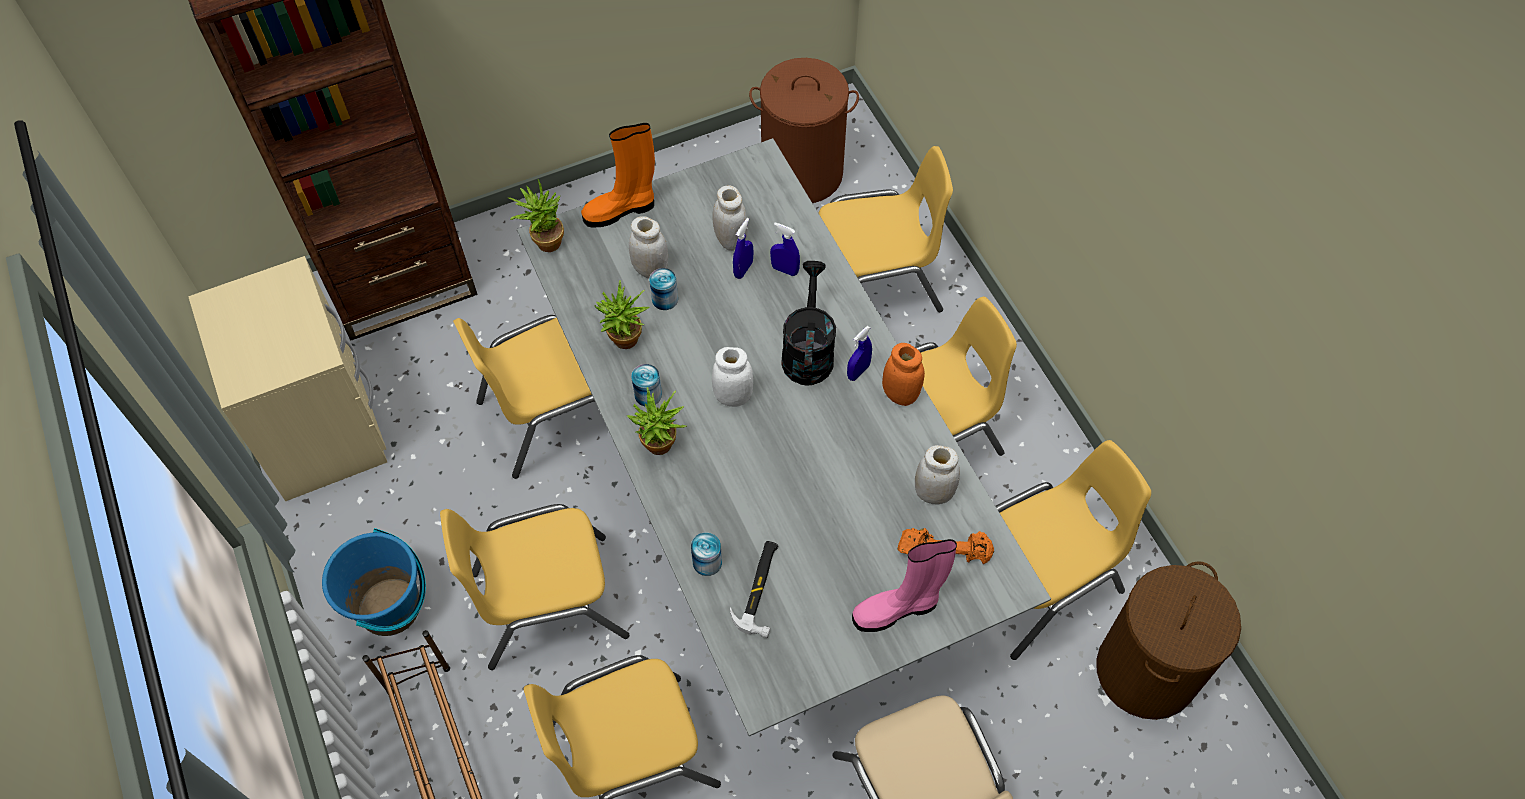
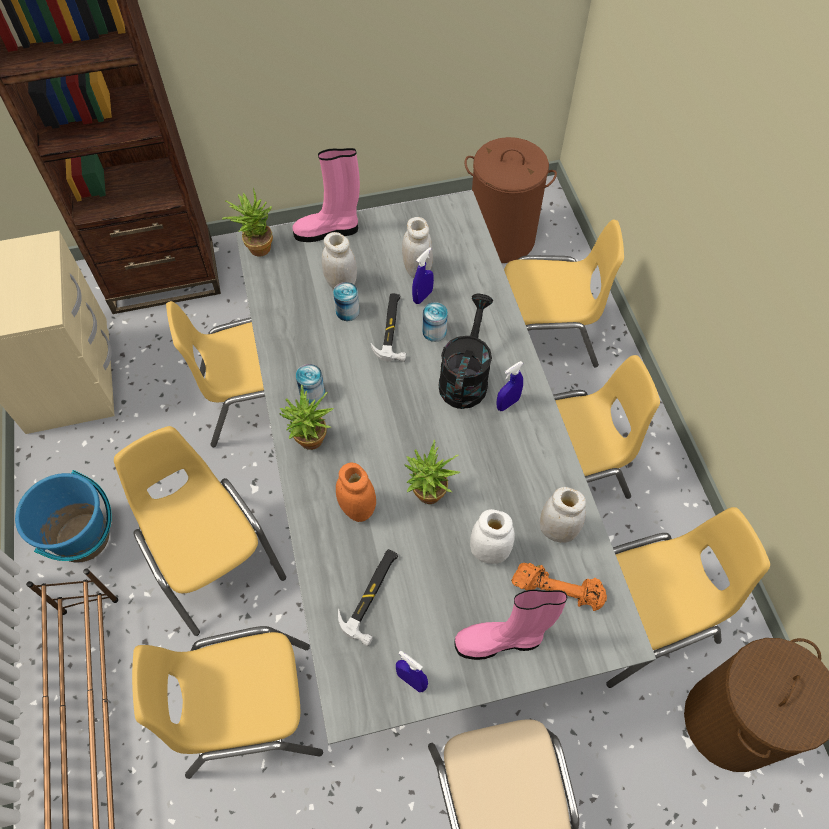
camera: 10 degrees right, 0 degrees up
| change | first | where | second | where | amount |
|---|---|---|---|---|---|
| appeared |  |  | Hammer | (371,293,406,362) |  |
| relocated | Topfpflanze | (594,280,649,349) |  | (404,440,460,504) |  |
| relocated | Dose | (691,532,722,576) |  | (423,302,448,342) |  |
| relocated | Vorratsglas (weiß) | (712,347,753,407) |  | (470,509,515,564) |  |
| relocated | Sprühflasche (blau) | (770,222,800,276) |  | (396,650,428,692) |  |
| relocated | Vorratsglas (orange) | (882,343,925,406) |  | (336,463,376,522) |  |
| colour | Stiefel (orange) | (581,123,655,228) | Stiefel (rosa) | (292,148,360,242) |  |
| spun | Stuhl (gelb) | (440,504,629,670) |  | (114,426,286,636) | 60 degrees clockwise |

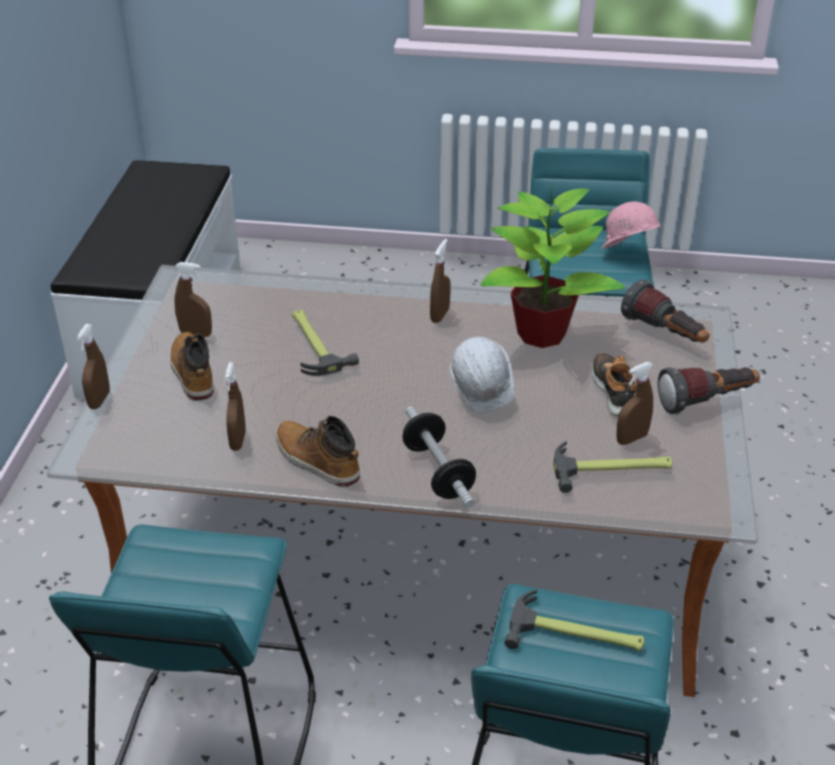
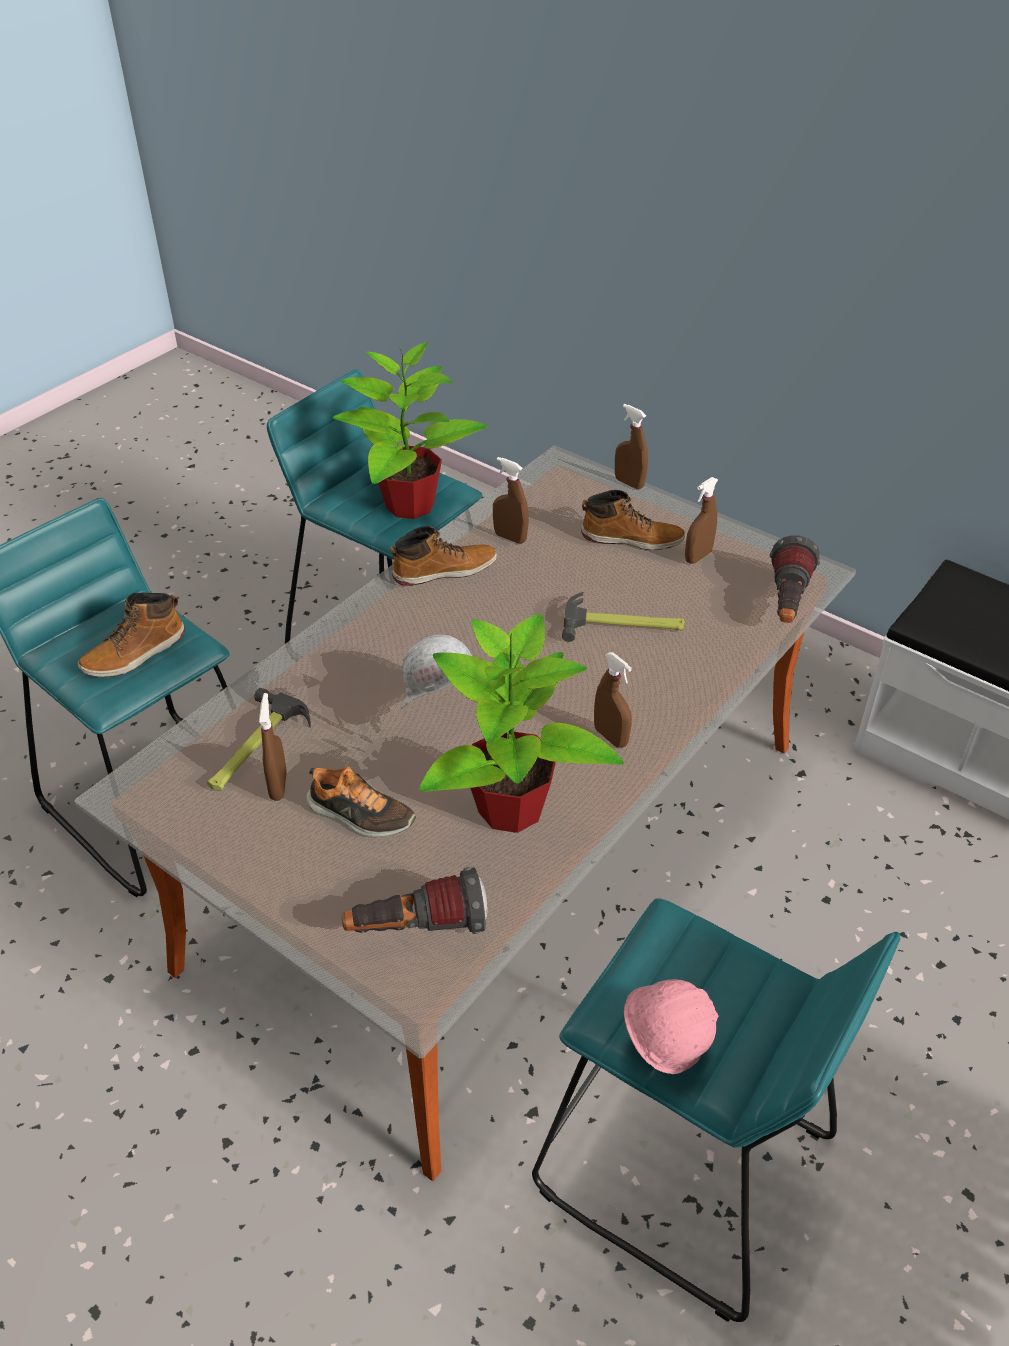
camera: 120 degrees right, 5 degrees up
| change | first | where | second | where | amount |
|---|---|---|---|---|---|
| missing | Hantel | (402,407,476,508) |  |  |  |
| appeared |  |  | Topfpflanze | (332,342,488,519) |  |
| relocated | Taschenlampe | (658,367,760,415) |  | (770,535,820,623) |  |
| exchanged | Hammer | (504,590,645,651) | Stiefel | (78,593,185,677) |  |

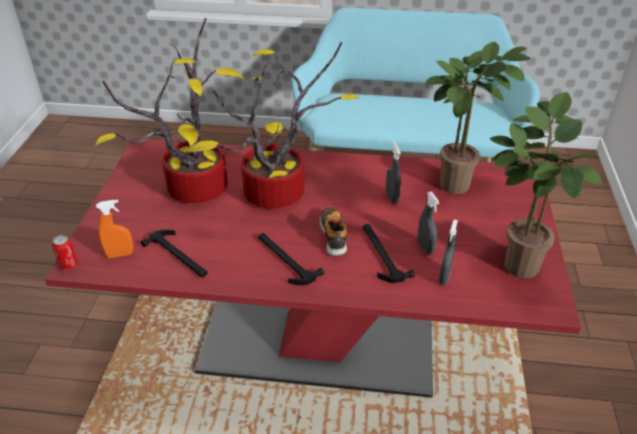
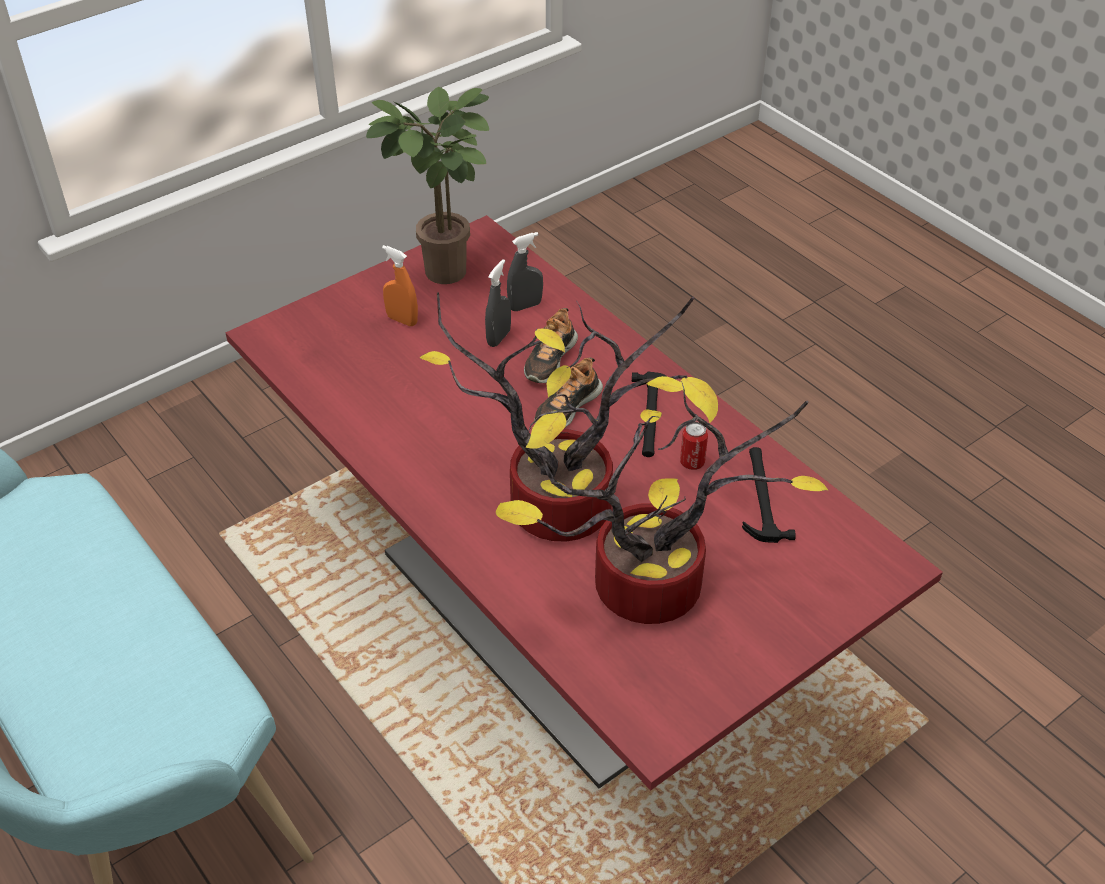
camera: 135 degrees left, 5 degrees up
| change | first | where | second | where | amount |
|---|---|---|---|---|---|
| missing | Sprühflasche (grau) | (386,141,401,204) |  |  |  |
| missing | Topfpflanze | (425,42,531,194) |  |  |  |
| relocated | Dose | (52,235,78,270) |  | (680,422,708,470) |  |
| relocated | Sprühflasche (orange) | (96,200,133,258) |  | (382,245,418,326) |  |
| exchanged | Hammer | (363,224,415,283) | Schuh | (524,308,578,383) |  |

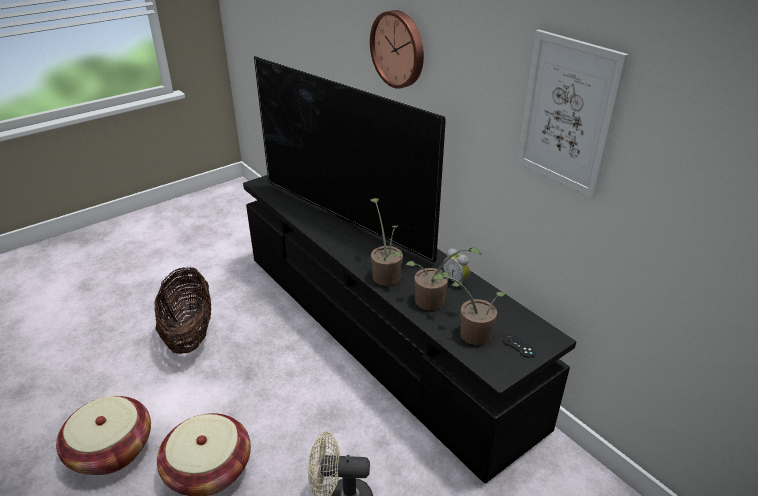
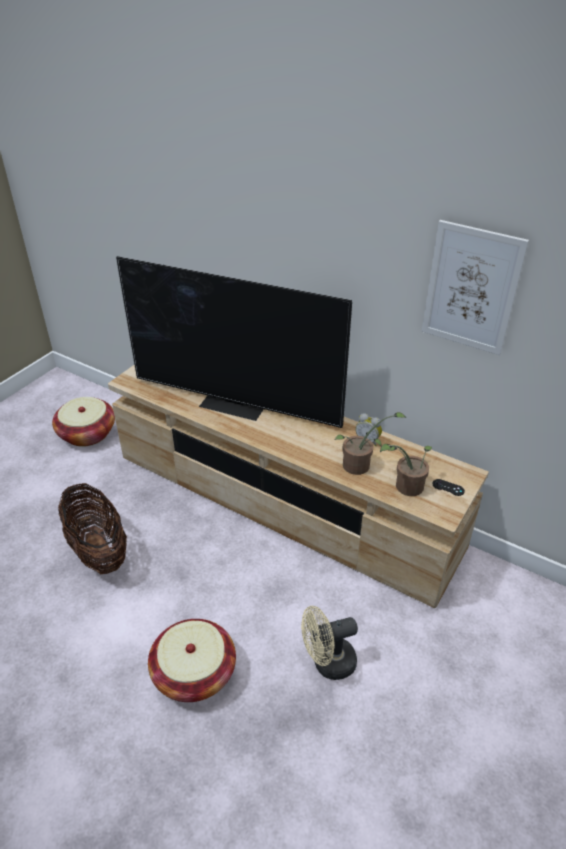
camera: 20 degrees left, 5 degrees up
| change | first | where | second | where | amount |
|---|---|---|---|---|---|
| missing | Wanduhr | (370,10,424,89) |  |  |  |
| missing | Topfpflanze | (370,198,403,286) |  |  |  |
| relocated | Korb | (56,396,151,475) |  | (52,397,115,447) |  |
| colour | Fernsehschrank (schwarz) | (243,175,577,483) | Fernsehschrank (beige) | (108,364,489,608) |  |

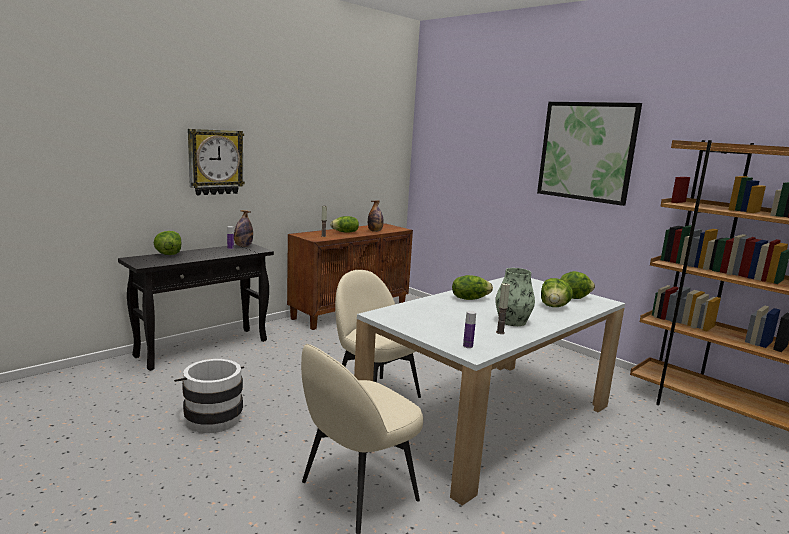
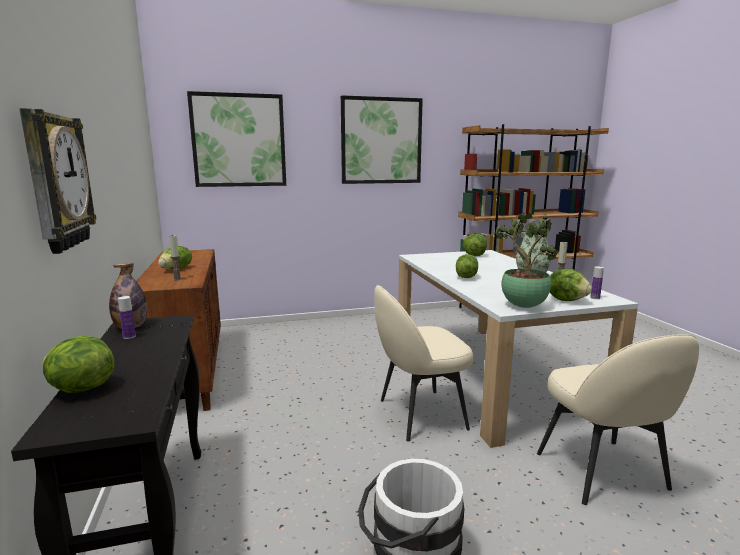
camera: 60 degrees left, 0 degrees up
| change | first | where | second | where | amount |
|---|---|---|---|---|---|
| missing | Flasche | (368,200,384,232) |  |  |  |
| appeared |  |  | Bild | (187,91,286,187) |  |
| appeared |  |  | Topfpflanze | (496,212,558,308) |  |
| relocated | Salatkopf | (541,278,573,307) |  | (550,269,592,301) |  |

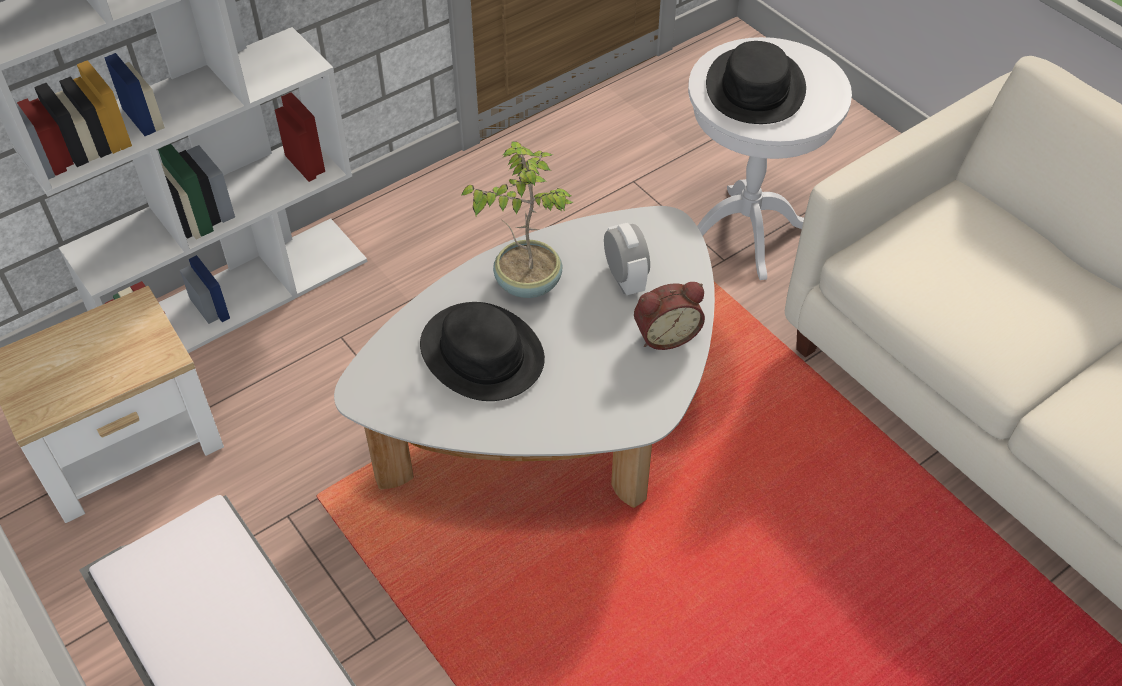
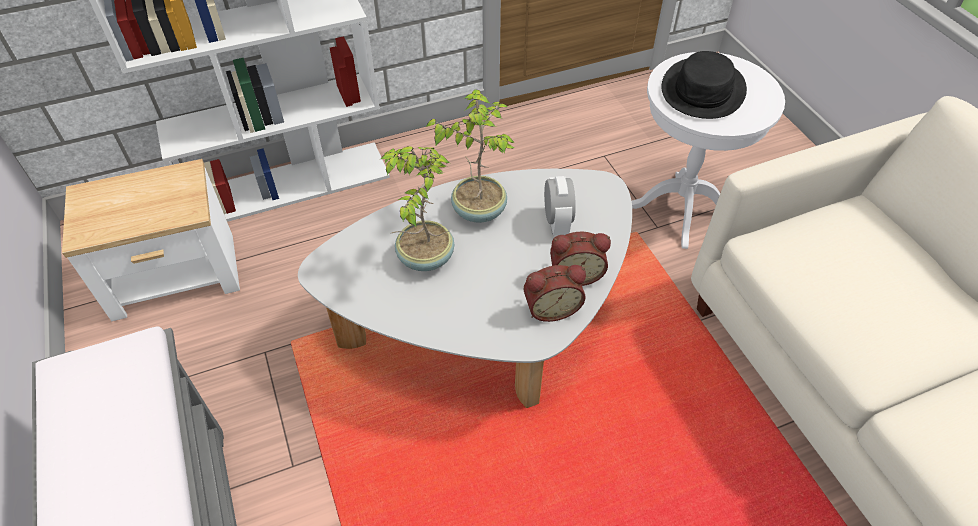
camera: 15 degrees right, 0 degrees up
| change | first | where | second | where | amount |
|---|---|---|---|---|---|
| appeared |  |  | Wecker | (524,265,586,322) |  |
| exchanged | Hut (schwarz) | (420,302,545,401) | Topfpflanze | (381,146,455,271) |  |

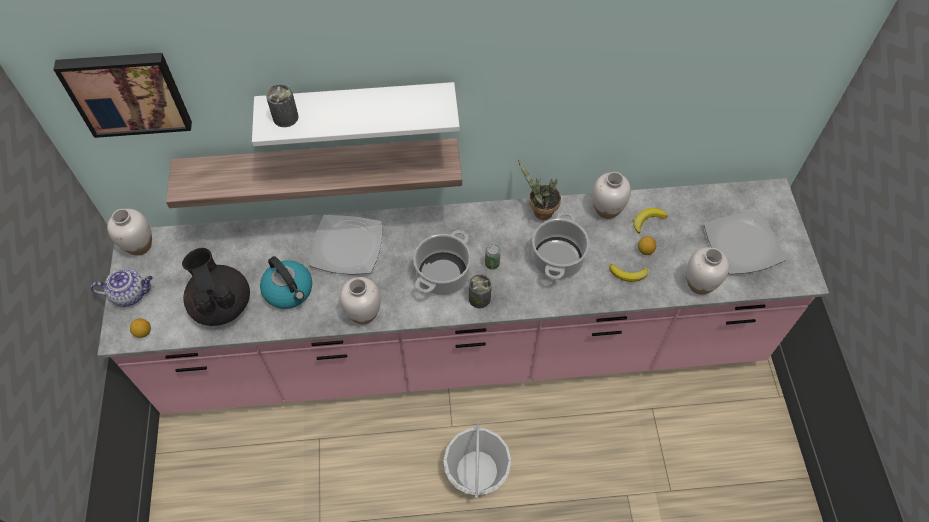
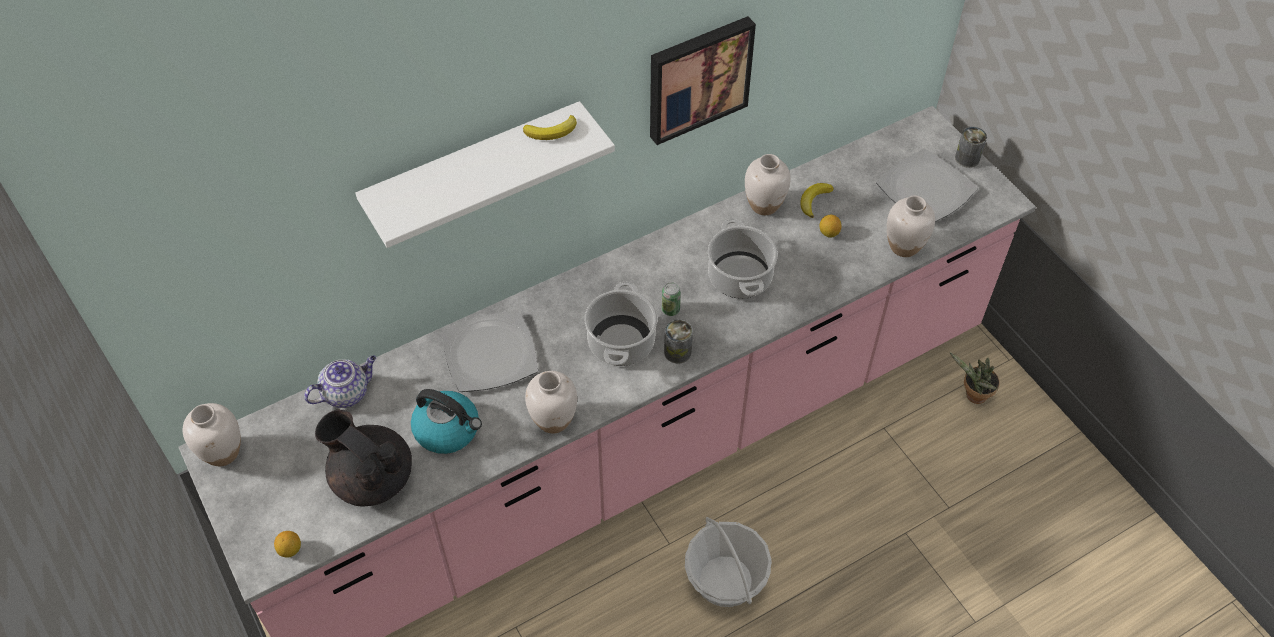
camera: 25 degrees left, 5 degrees down
| change | first | where | second | where | amount |
|---|---|---|---|---|---|
| missing | Wandregal | (166,138,462,208) |  |  |  |
| relocated | Bild | (53,53,192,138) |  | (650,16,756,145) |  |
| relocated | Teekanne | (90,269,153,307) |  | (304,356,376,408) |  |
| relocated | Dose | (266,84,299,127) |  | (955,126,987,168) |  |
| relocated | Topfpflanze | (518,159,561,220) |  | (950,353,1000,404) |  |
| relocated | Banane | (609,264,648,282) |  | (523,115,577,140) |  |

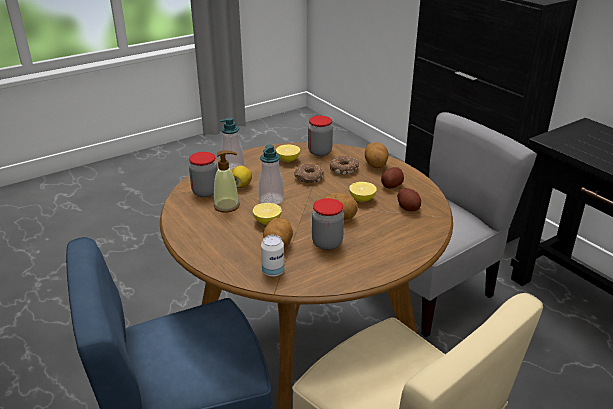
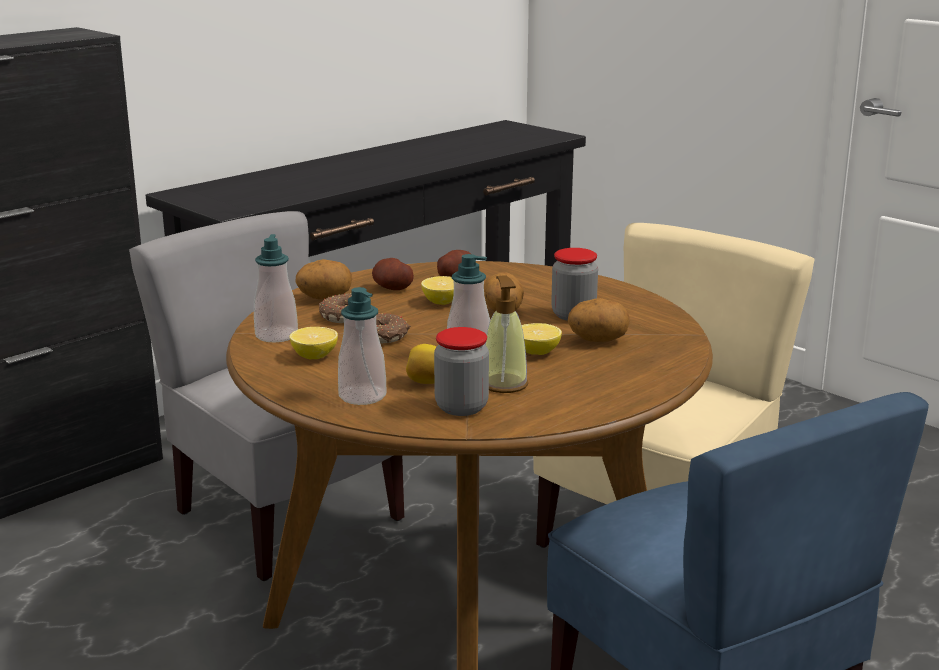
camera: 100 degrees left, 10 degrees down
| change | first | where | second | where | amount |
|---|---|---|---|---|---|
| missing | Dose | (261,235,284,277) |  |  |  |
| exchanged | Vorratsglas | (308,116,333,156) | Seifenspender | (254,234,298,343) |  |

